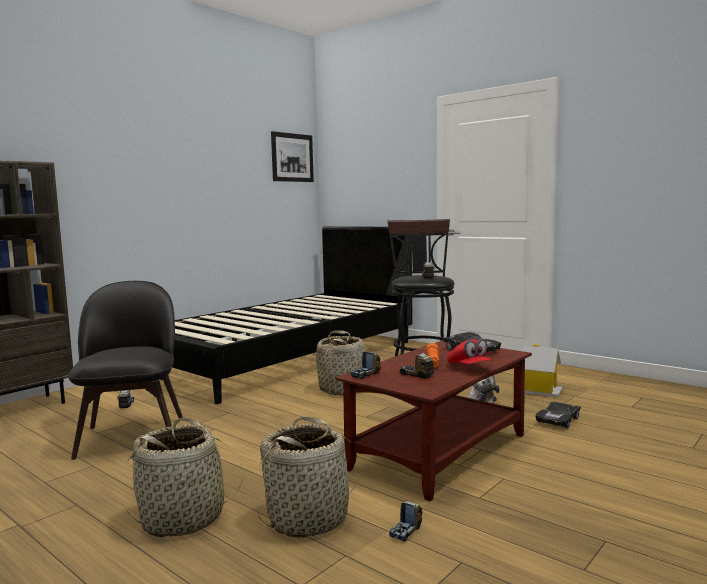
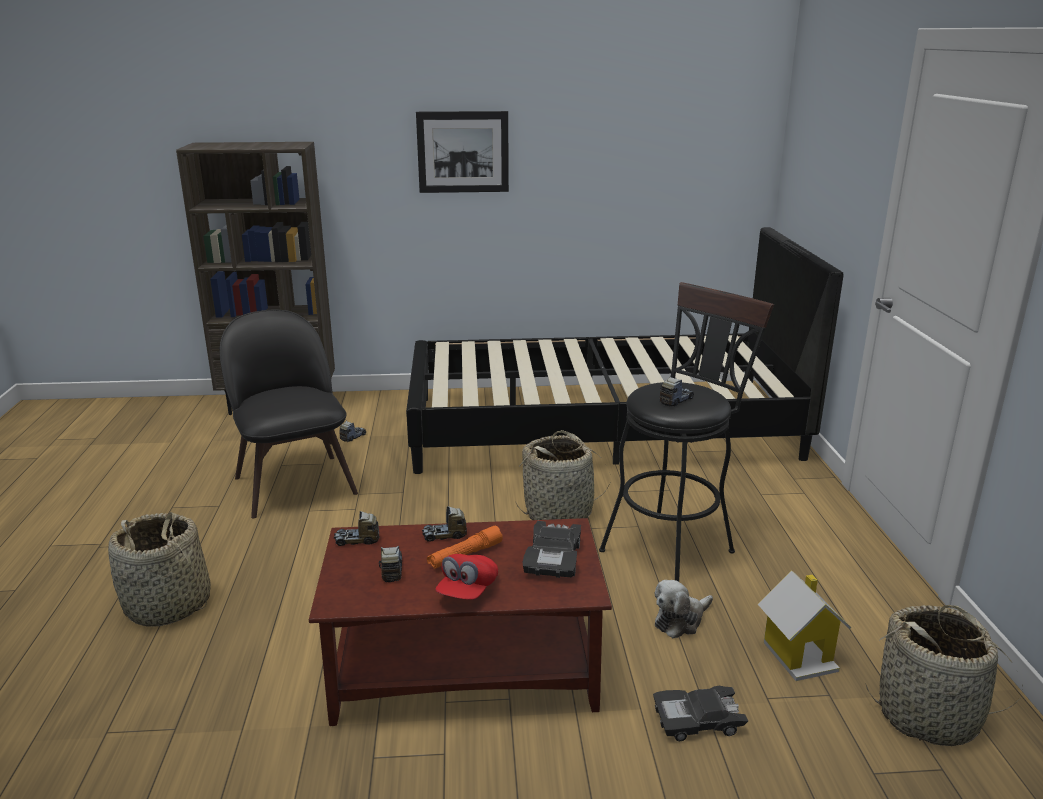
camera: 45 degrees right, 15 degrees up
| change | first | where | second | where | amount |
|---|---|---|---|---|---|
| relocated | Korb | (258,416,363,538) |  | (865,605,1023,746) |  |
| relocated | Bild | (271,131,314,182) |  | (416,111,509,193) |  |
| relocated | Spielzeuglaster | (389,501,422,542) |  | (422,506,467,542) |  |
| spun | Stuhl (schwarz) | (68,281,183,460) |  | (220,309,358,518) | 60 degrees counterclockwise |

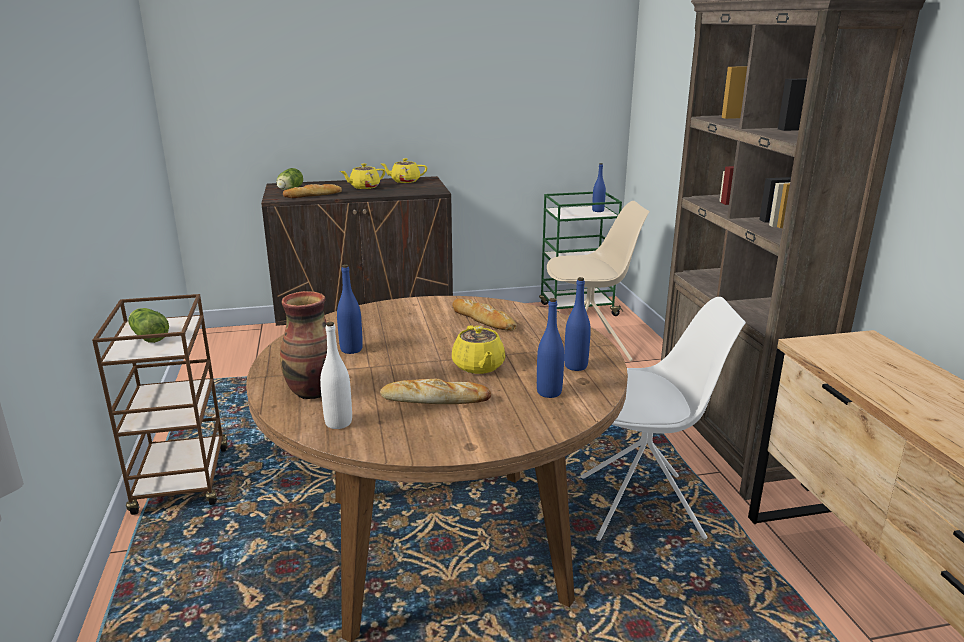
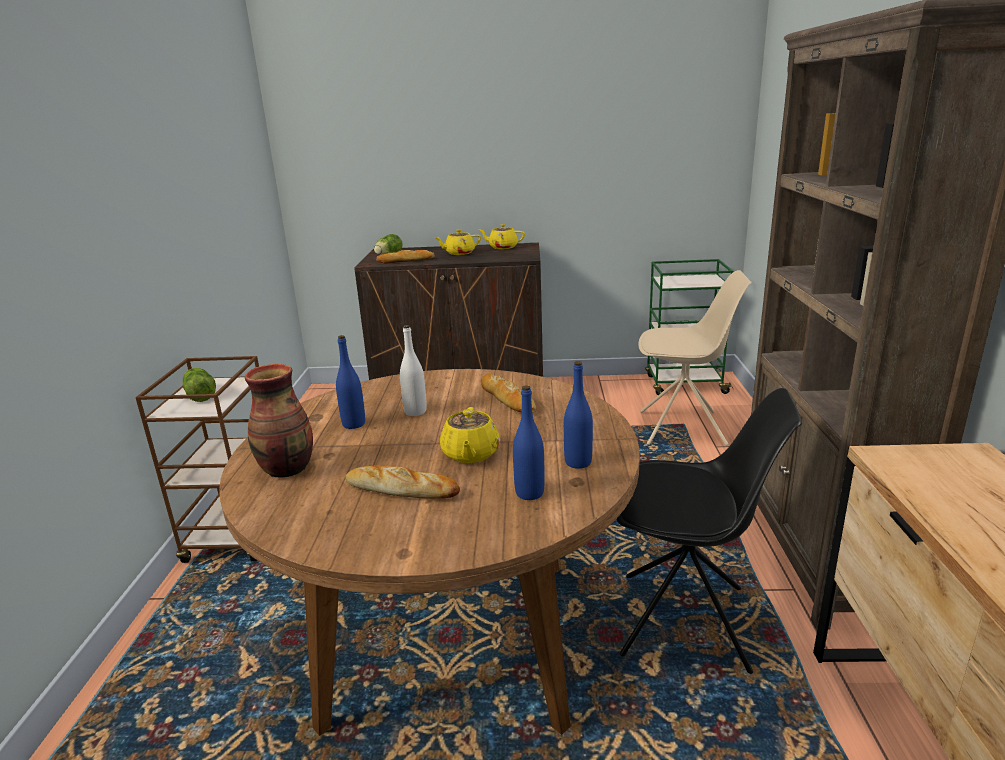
camera: 15 degrees right, 0 degrees up
| change | first | where | second | where | amount |
|---|---|---|---|---|---|
| missing | Flasche (blau) | (592,163,606,212) |  |  |  |
| relocated | Flasche (weiß) | (320,322,352,429) |  | (400,325,427,416) |  |
| colour | Stuhl (weiß) | (581,297,746,541) | Stuhl (schwarz) | (616,388,802,674) |  |

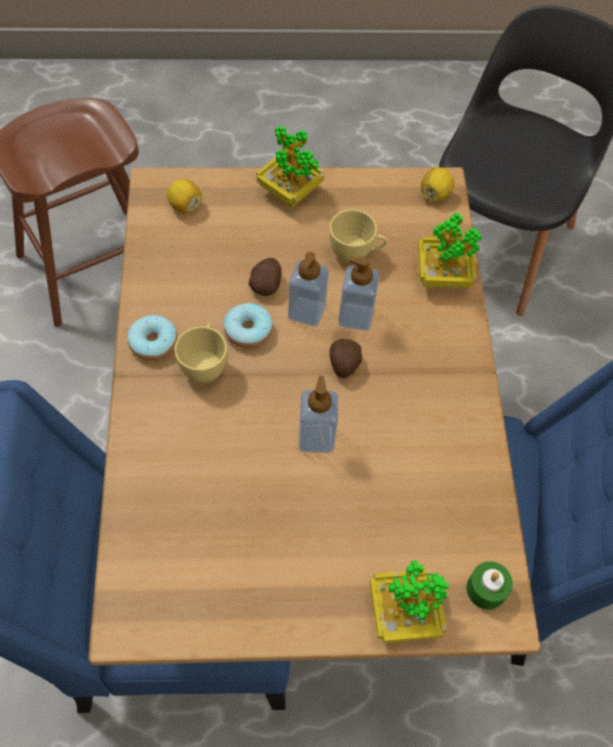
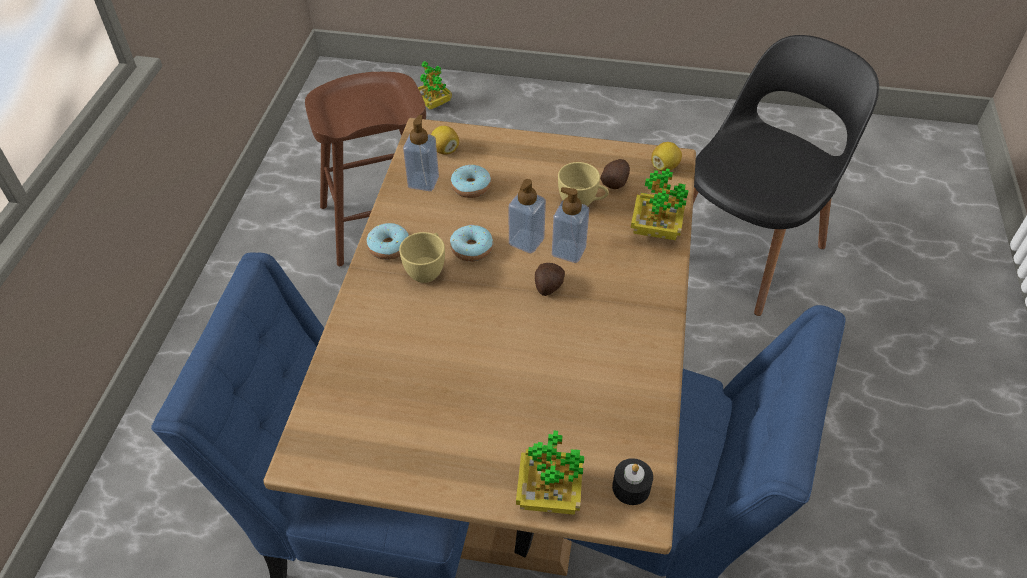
camera: 15 degrees right, 10 degrees down
| change | first | where | second | where | amount |
|---|---|---|---|---|---|
| appeared |  |  | Donut | (451,164,491,198) |  |
| relocated | Kartoffel | (249,258,282,296) |  | (600,159,630,189) |  |
| relocated | Topfpflanze | (256,126,325,207) |  | (418,61,452,110) |  |
| relocated | Seifenspender | (299,376,338,453) |  | (403,115,439,191) |  |
| colour | Kerze (grün) | (467,561,513,610) | Kerze (schwarz) | (612,458,653,505) |  |

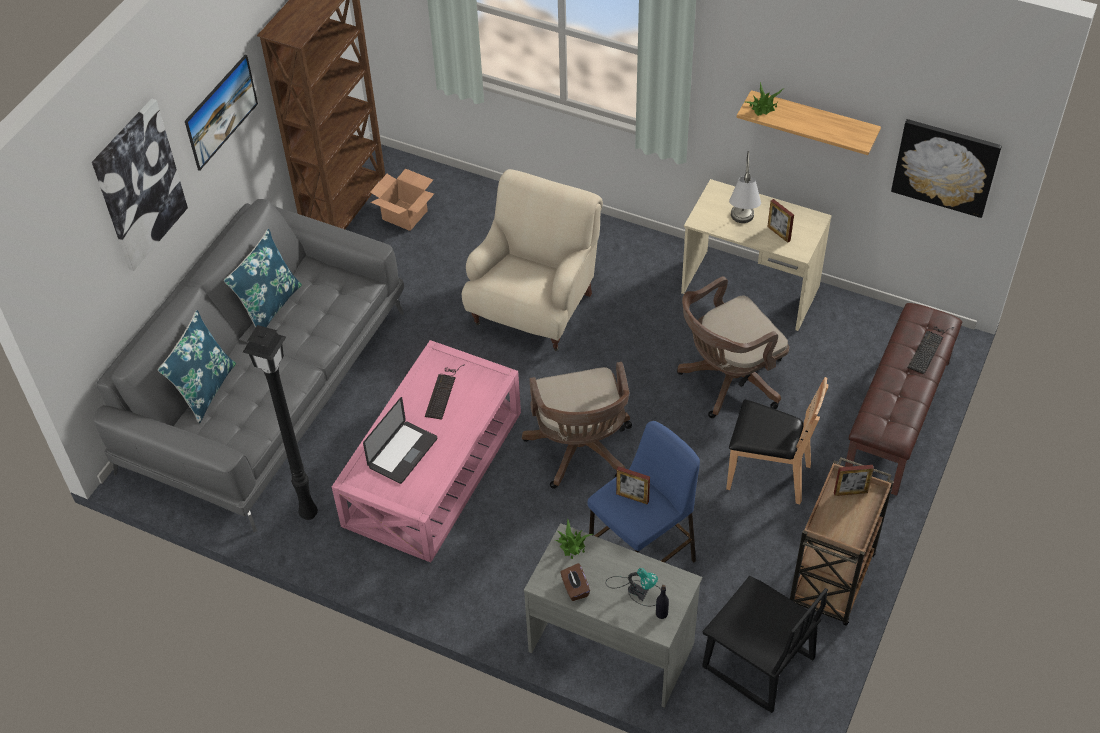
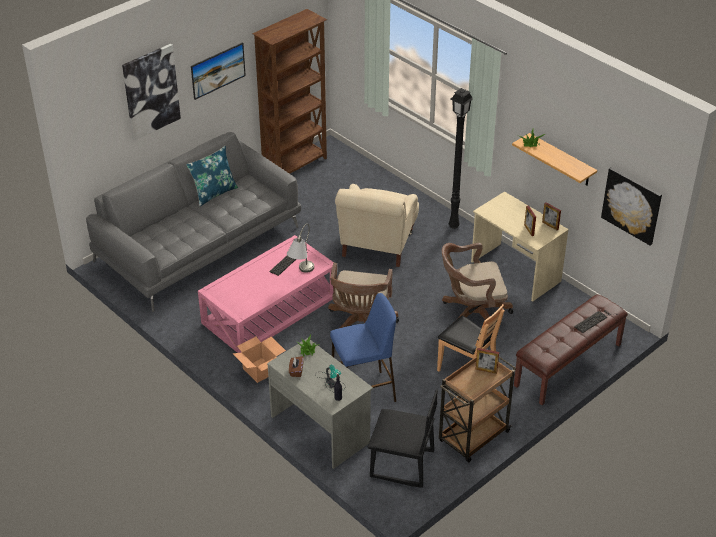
camera: 20 degrees right, 10 degrees down
| change | first | where | second | where | amount |
|---|---|---|---|---|---|
| missing | Kissen (blau) | (158,310,236,423) |  |  |  |
| missing | Laptop | (363,397,437,484) |  |  |  |
| relocated | Stehlampe (schwarz) | (243,325,318,520) |  | (449,88,472,229) |  |
| relocated | Karton | (370,168,434,231) |  | (233,337,286,383) |  |
| relocated | Bilderrahmen | (616,466,650,505) |  | (542,202,561,230) |  |
| relocated | Tischlampe (grau) | (729,151,761,223) |  | (287,223,314,273) |  |
| spun | Sessel (beige) | (462,169,603,351) |  | (335,184,419,267) | 150 degrees clockwise |
| spun | Stuhl (schwarz) | (702,576,828,713) |  | (368,389,438,488) | 45 degrees counterclockwise |

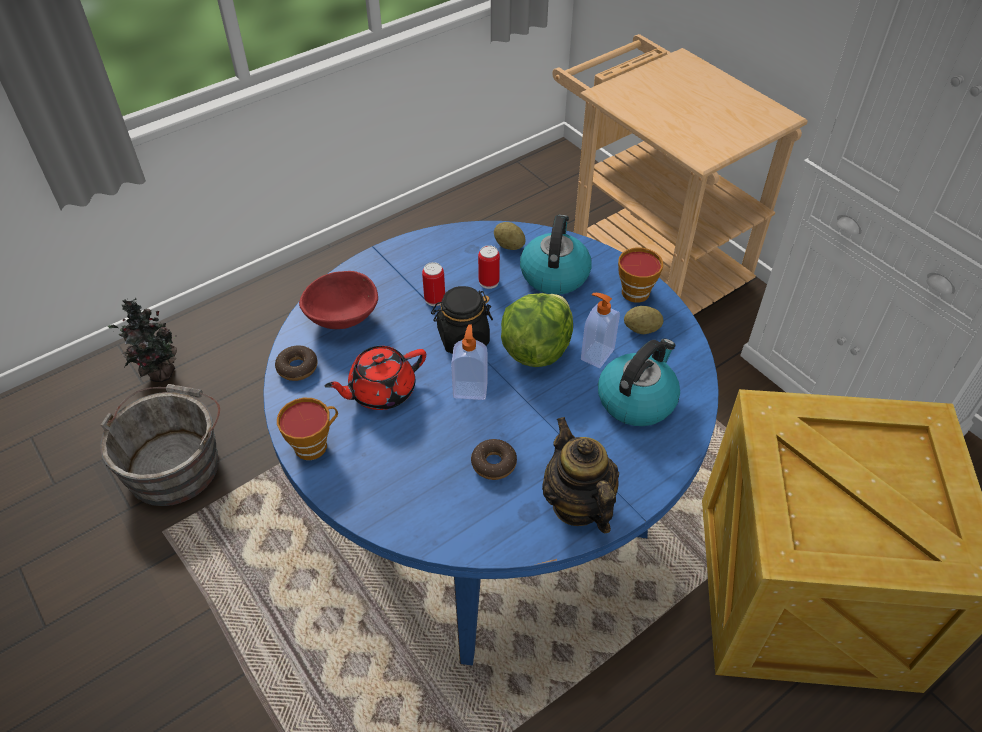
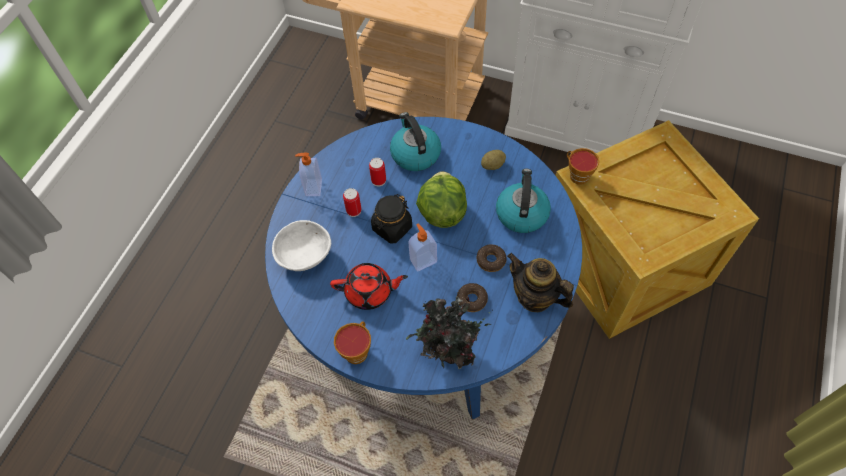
camera: 30 degrees left, 10 degrees up
| change | first | where | second | where | amount |
|---|---|---|---|---|---|
| missing | Eimer (grau) | (100,384,220,506) |  |  |  |
| missing | Kartoffel | (494,222,526,250) |  |  |  |
| relocated | Topfpflanze | (108,297,177,382) |  | (406,296,493,369) |  |
| relocated | Donut | (275,345,318,381) |  | (477,244,507,272) |  |
| relocated | Seifenspender | (581,293,620,368) |  | (295,153,322,196) |  |
| relocated | Tasse | (618,248,663,303) |  | (567,148,599,185) |  |
| colour | Schüssel (rot) | (299,271,378,329) | Schüssel (weiß) | (272,220,331,271) |  |
| spun | Teekanne (rot) | (325,346,426,410) |  | (330,263,408,310) | 120 degrees counterclockwise |

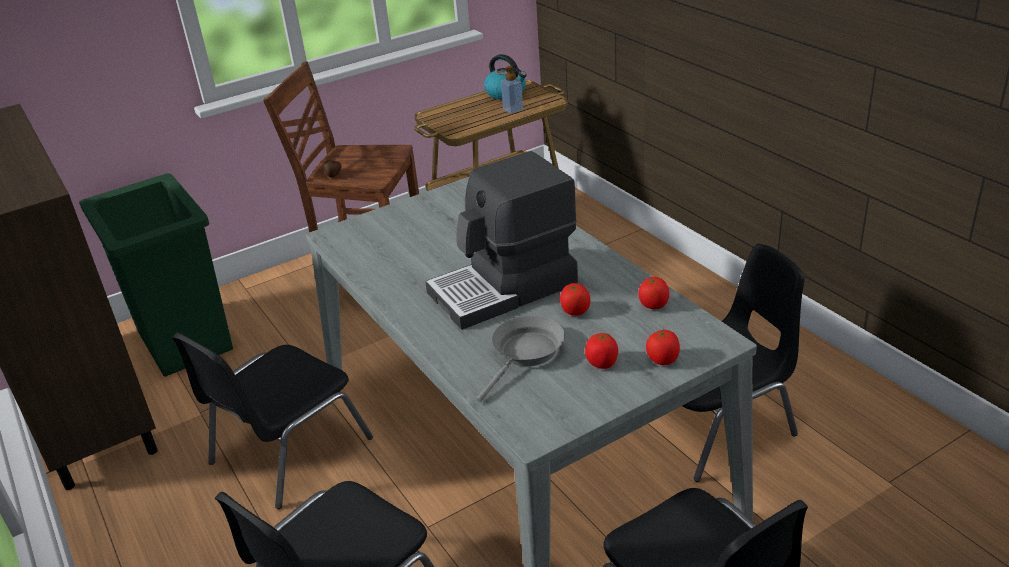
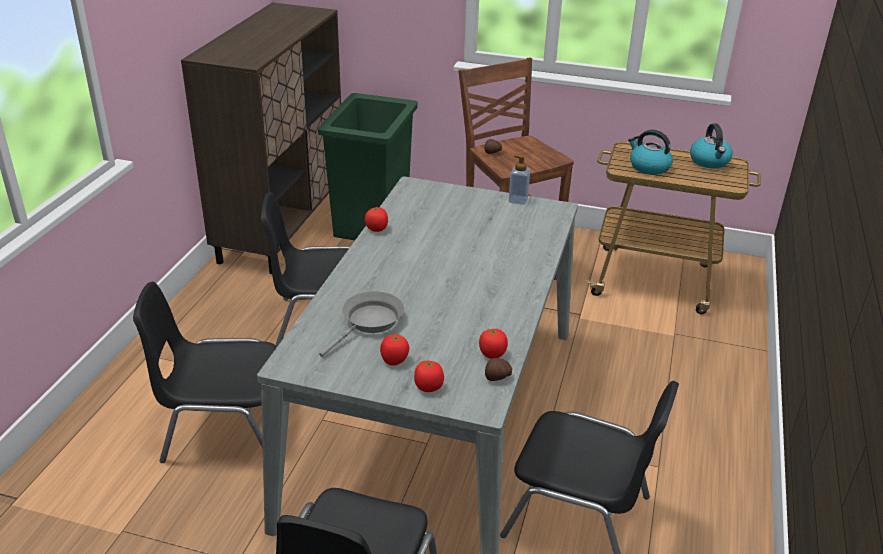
camera: 45 degrees right, 0 degrees up
| change | first | where | second | where | amount |
|---|---|---|---|---|---|
| missing | Kaffeemaschine | (425,151,578,330) |  |  |  |
| appeared |  |  | Kartoffel | (485,358,512,381) |  |
| appeared |  |  | Wasserkessel | (628,130,673,175) |  |
| relocated | Seifenspender | (501,66,523,113) |  | (509,155,530,205) |  |
| relocated | Tomate | (560,283,591,315) |  | (365,206,388,232) |  |
| spun | Pfanne (grau) | (477,316,565,402) |  | (319,291,404,357) | 45 degrees counterclockwise |

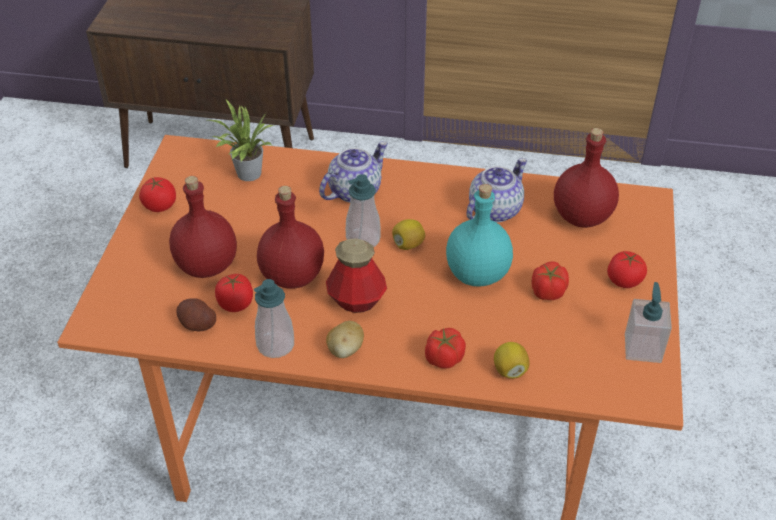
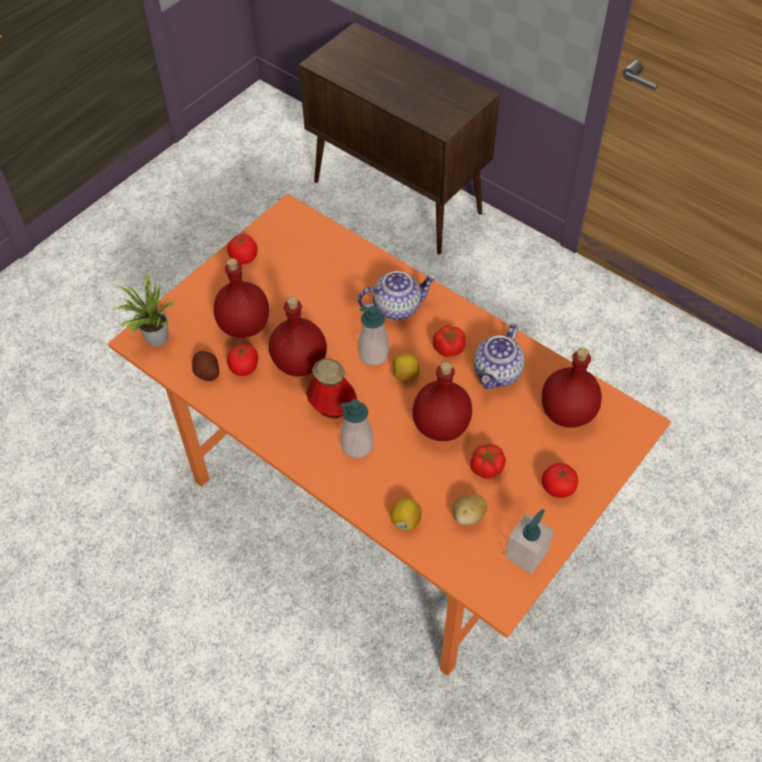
camera: 30 degrees right, 10 degrees up
| change | first | where | second | where | amount |
|---|---|---|---|---|---|
| relocated | Topfpflanze | (207,100,274,181) |  | (112,270,176,346) |  |
| relocated | Seifenspender | (254,279,294,358) |  | (340,399,373,458) |  |
| relocated | Kartoffel | (326,321,364,358) |  | (453,494,487,525) |  |
| relocated | Tomate | (425,328,466,369) |  | (433,325,465,357) |  |
| colour | Flasche (türkis) | (446,184,513,287) | Flasche (rot) | (413,362,472,441) |  |
| spun | Teekanne | (467,158,527,222) |  | (474,323,525,389) | 135 degrees clockwise |

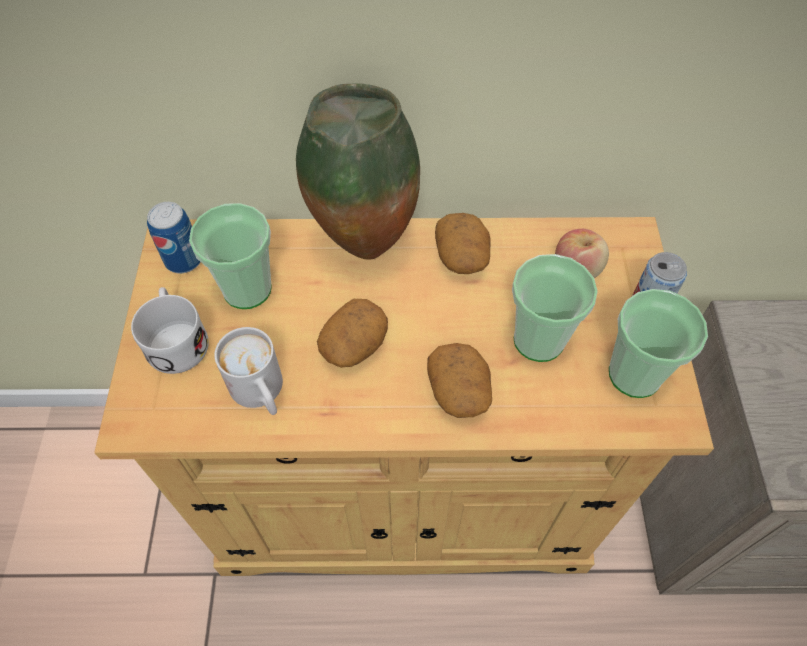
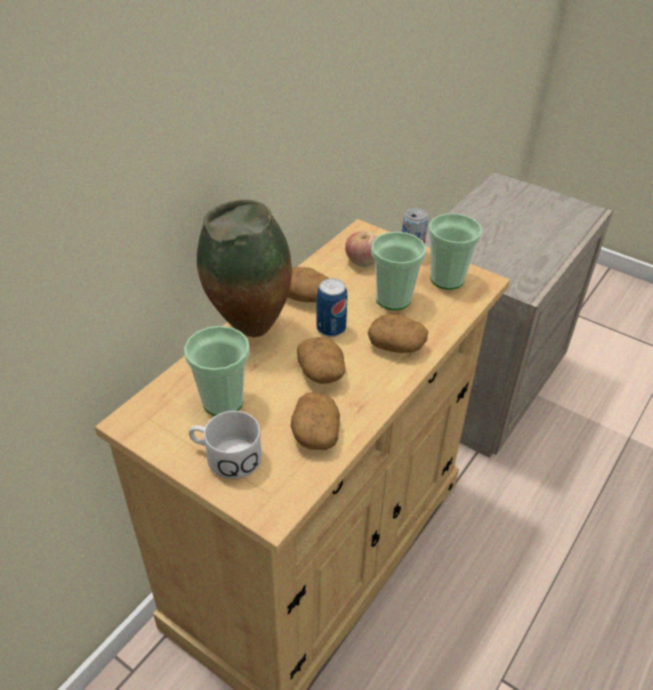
camera: 55 degrees left, 15 degrees down
| change | first | where | second | where | amount |
|---|---|---|---|---|---|
| relocated | Dose | (147,202,201,274) |  | (316,278,348,337) |  |
| exchanged | Henkelbecher (weiß) | (214,327,283,415) | Kartoffel | (291,392,340,450) |  |

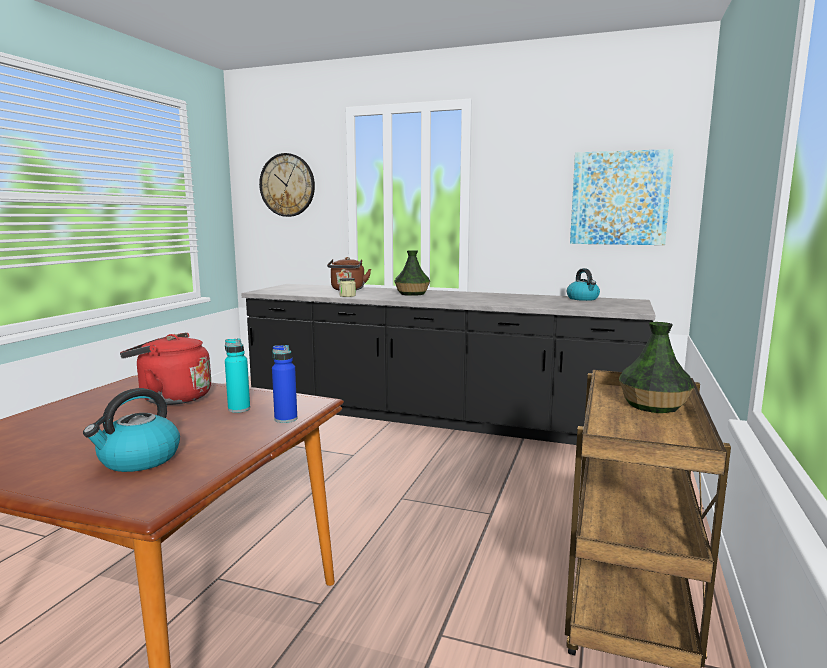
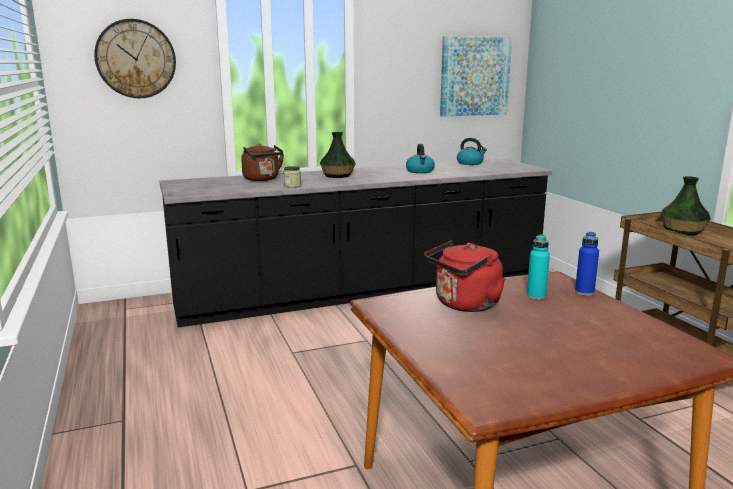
camera: 40 degrees left, 5 degrees up
| change | first | where | second | where | amount |
|---|---|---|---|---|---|
| relocated | Wasserkessel | (83,388,180,472) |  | (406,144,435,173) |  |

